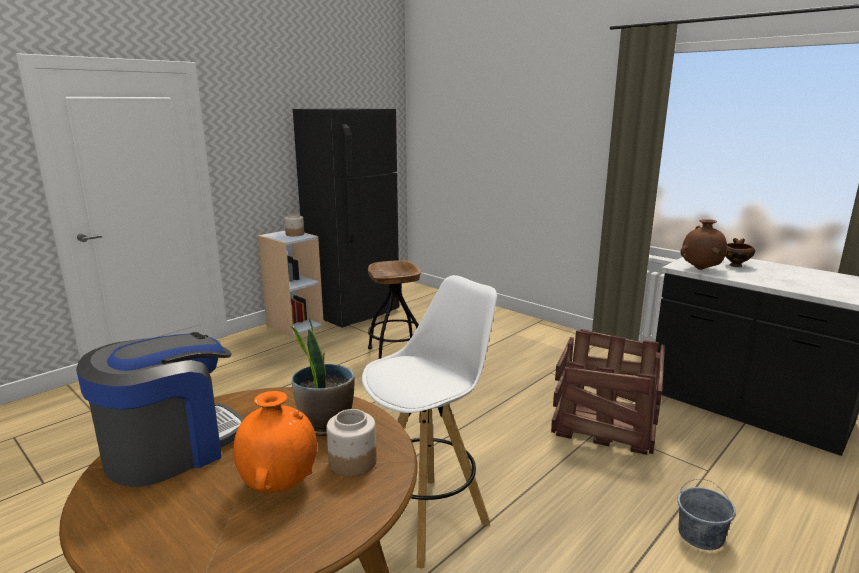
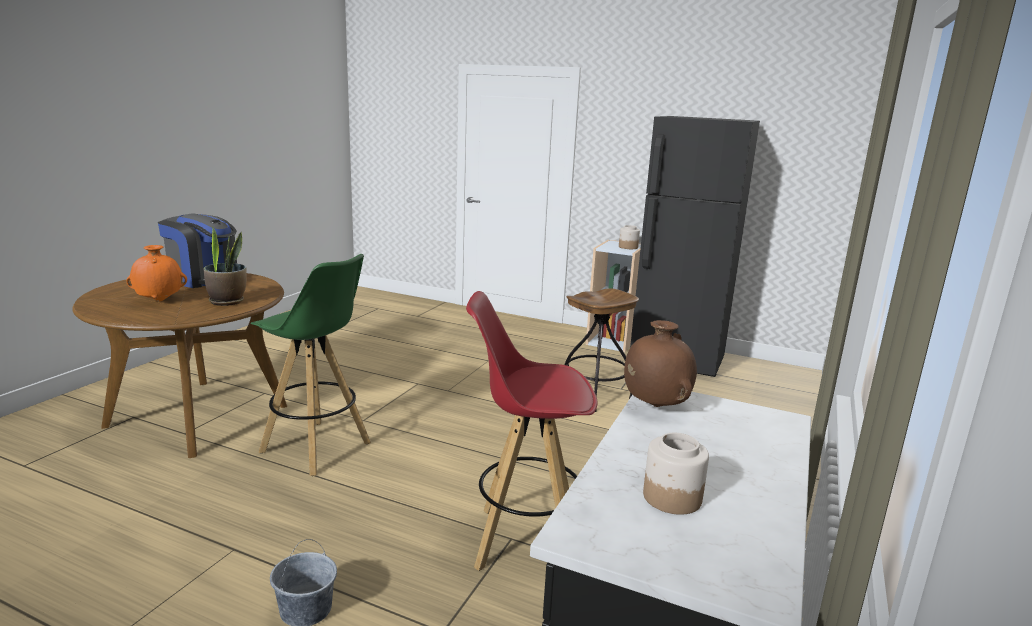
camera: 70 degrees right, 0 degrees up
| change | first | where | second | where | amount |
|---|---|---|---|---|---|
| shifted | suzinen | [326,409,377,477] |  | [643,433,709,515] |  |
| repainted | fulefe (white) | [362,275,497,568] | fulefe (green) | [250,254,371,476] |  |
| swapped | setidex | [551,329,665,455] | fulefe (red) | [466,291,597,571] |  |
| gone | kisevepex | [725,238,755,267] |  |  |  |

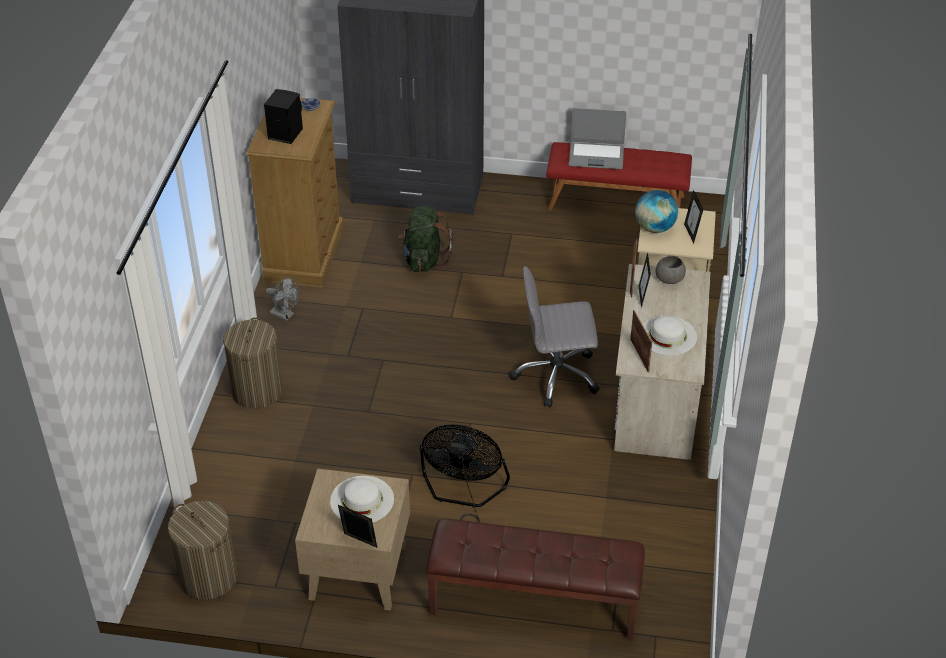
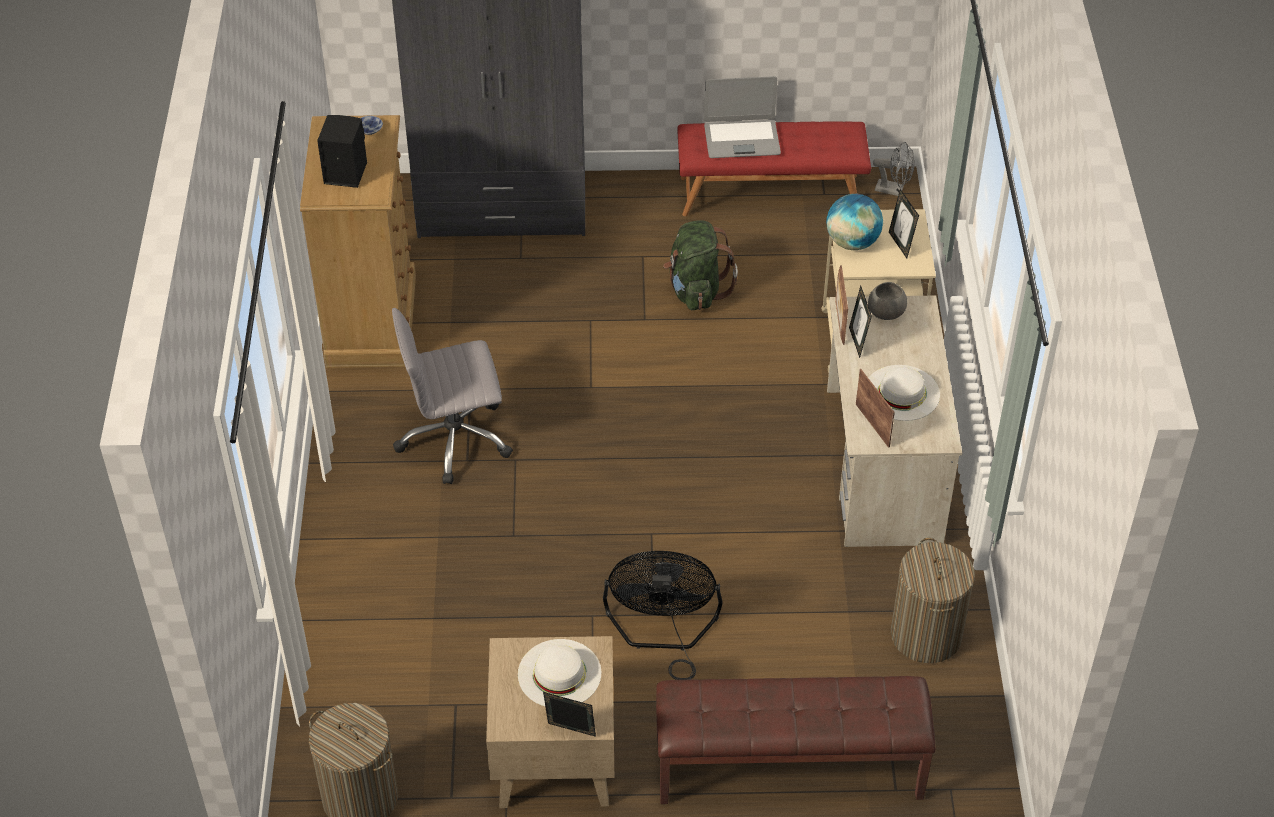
camera: 10 degrees left, 5 degrees up
| change | first | where | second | where | amount |
|---|---|---|---|---|---|
| shifted | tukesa | [223,317,283,409] |  | [891,538,975,663] |  |
| shifted | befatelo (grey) | [266,277,299,321] |  | [873,142,915,196] |  |
| shifted | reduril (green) | [398,206,453,272] |  | [663,220,738,310] |  |
| shifted | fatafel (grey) | [509,266,600,407] |  | [392,308,513,484] |  |

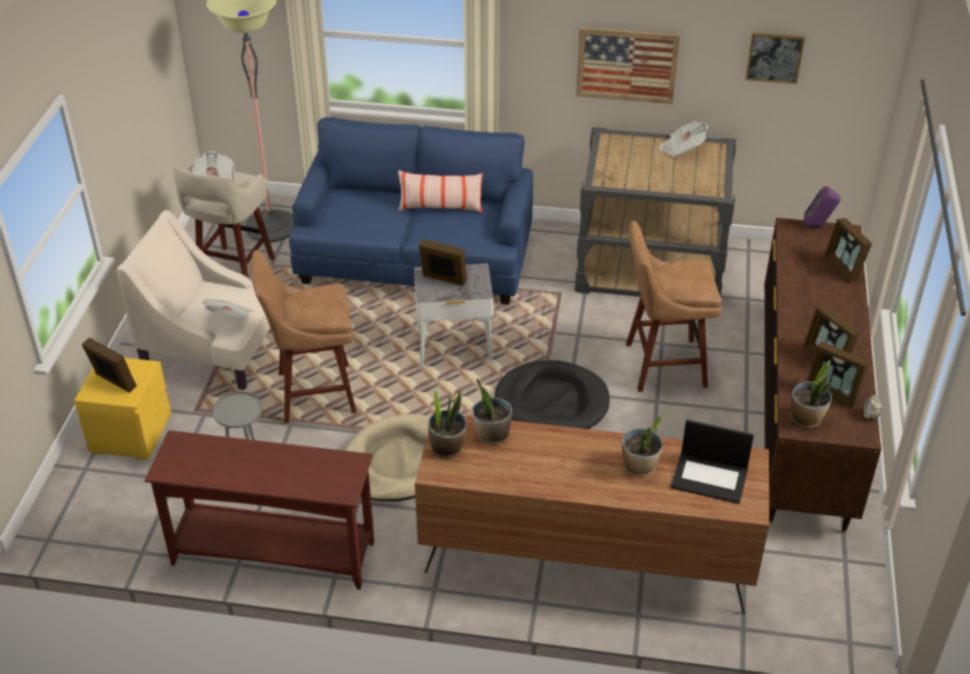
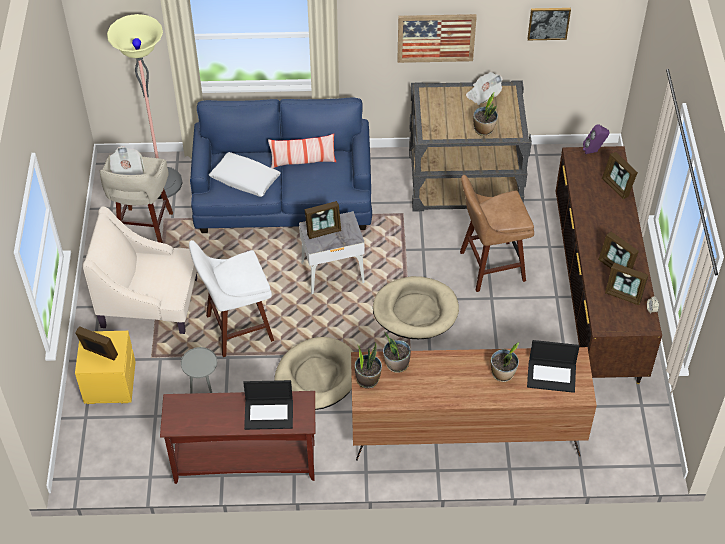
camera: 10 degrees left, 10 degrees up
| change | first | where | second | where | amount |
|---|---|---|---|---|---|
| gone | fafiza | [202,299,254,319] |  |  |  |
| repainted | fulefe (brown) | [251,250,357,423] | fulefe (white) | [189,240,274,357] |  |
| rotated | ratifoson | [419,239,467,286] |  | [305,201,341,239] | 150 degrees clockwise |
| repainted | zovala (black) | [494,360,610,429] | zovala (beige) | [373,276,459,339] |  |
| shifted | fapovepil | [790,360,833,428] |  | [473,93,498,136] |  |
| new |  |  | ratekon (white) | [209,152,281,197] |  |
| new |  |  | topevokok | [243,380,293,430] |  |

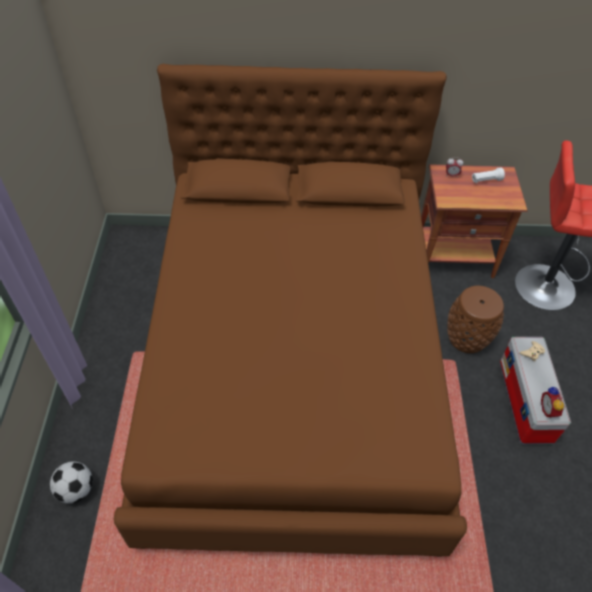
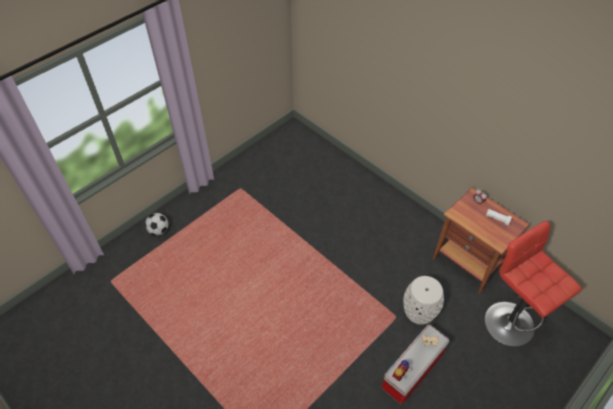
camera: 45 degrees right, 0 degrees up
| change | first | where | second | where | amount |
|---|---|---|---|---|---|
| gone | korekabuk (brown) | [114,64,467,556] |  |  |  |
| repainted | fulefe (brown) | [447,286,504,353] | fulefe (white) | [403,276,444,325] |  |

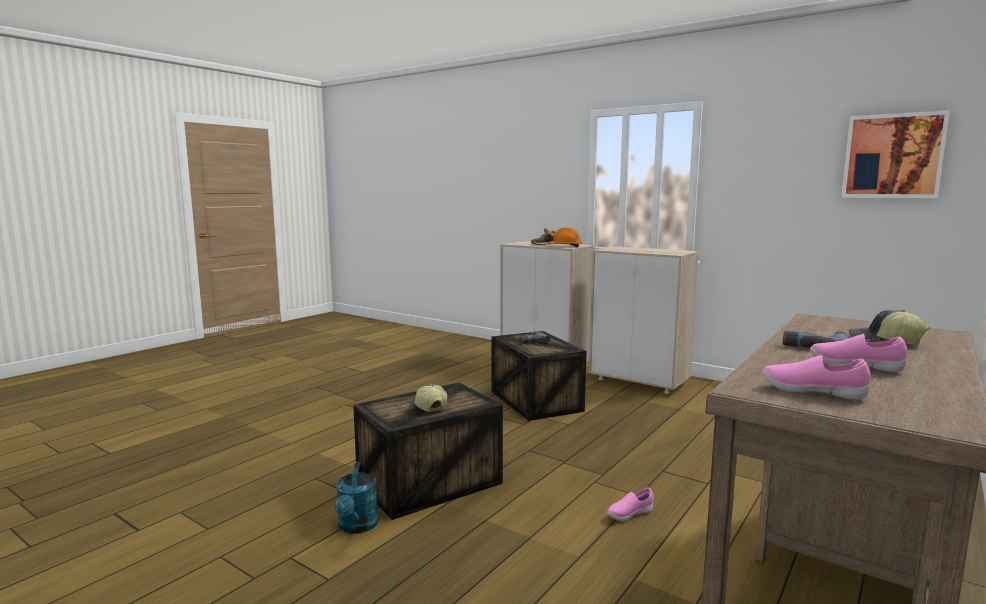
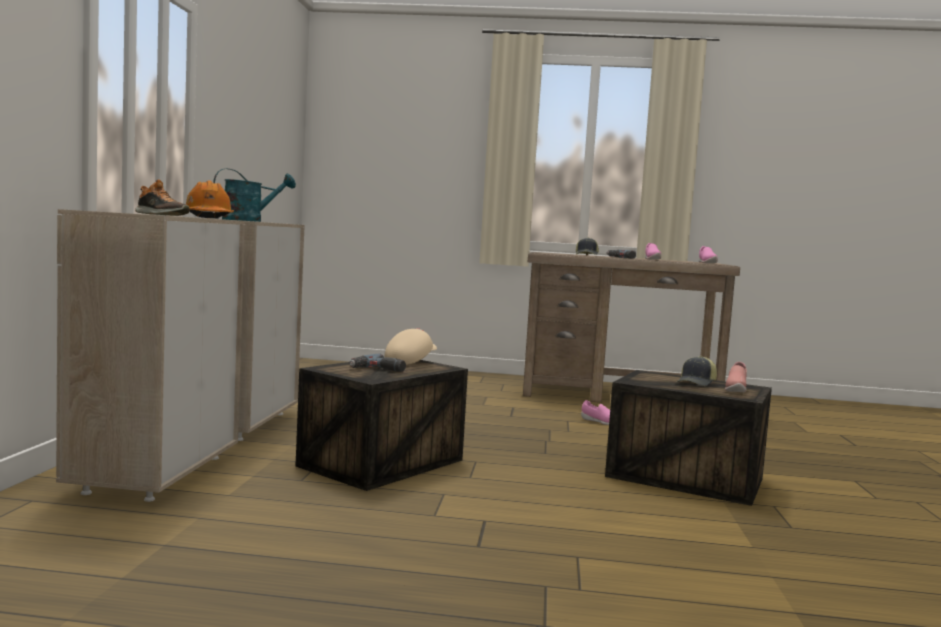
camera: 120 degrees left, 5 degrees down
| change | first | where | second | where | amount |
|---|---|---|---|---|---|
| shifted | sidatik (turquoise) | [335,461,379,534] |  | [213,169,296,222] |  |
| gone | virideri | [841,110,950,198] |  |  |  |
| new |  |  | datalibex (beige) | [385,328,437,365] |  |
| new |  |  | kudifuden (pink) | [725,362,747,392] |  |

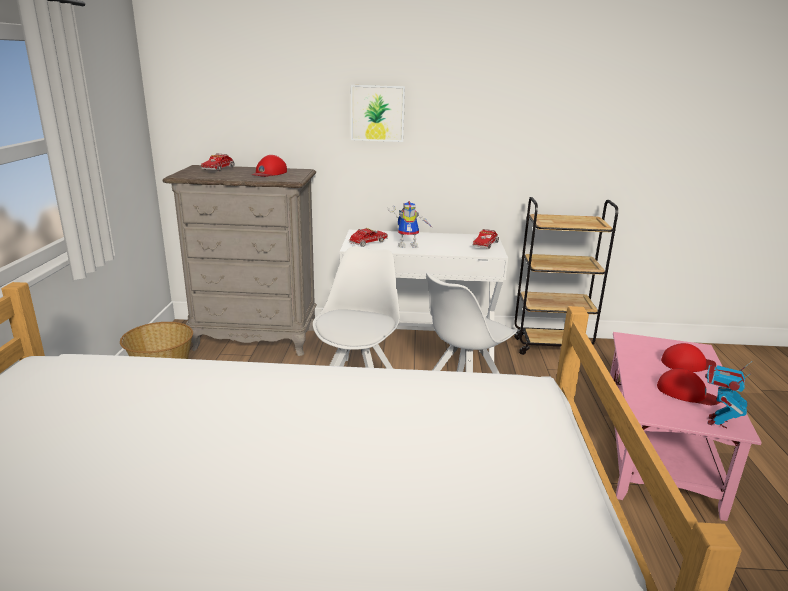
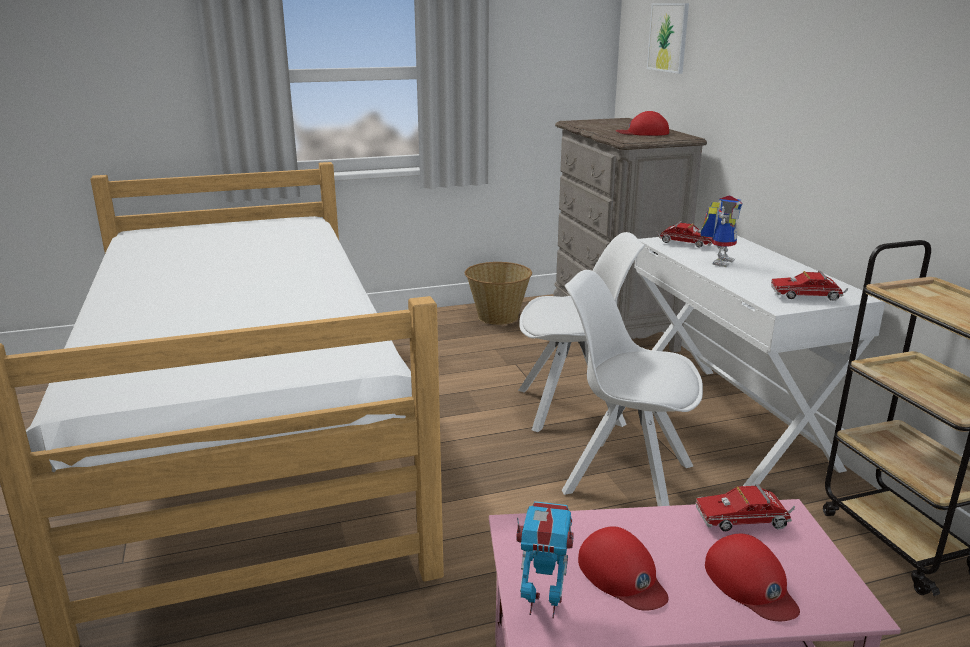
camera: 70 degrees right, 0 degrees up
| change | first | where | second | where | amount |
|---|---|---|---|---|---|
| shifted | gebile | [201,153,235,171] |  | [695,484,795,531] |  |
| shifted | virideri | [351,85,405,142] |  | [647,3,689,74] |  |
| rotated | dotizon | [388,201,434,248] |  | [700,196,743,267] | 120 degrees counterclockwise |
| rotated | datalibex (red) | [657,368,720,405] |  | [578,526,669,611] | 45 degrees counterclockwise |

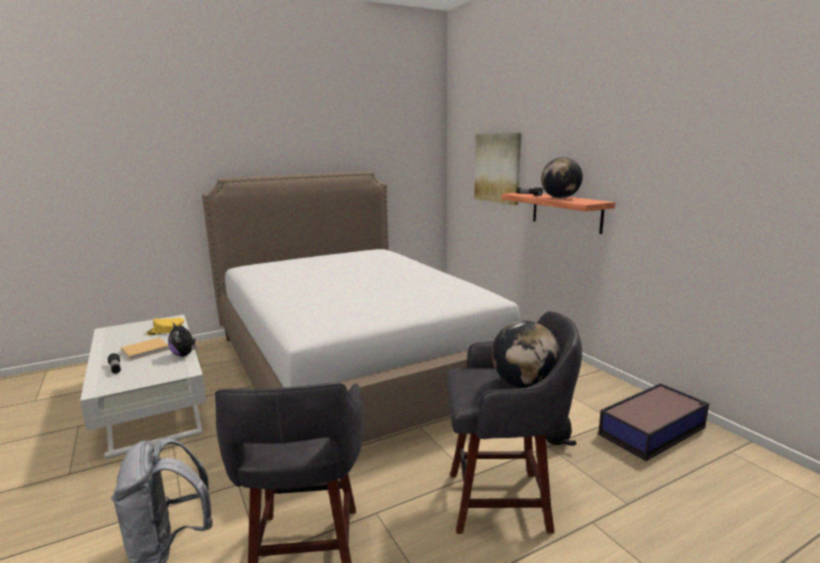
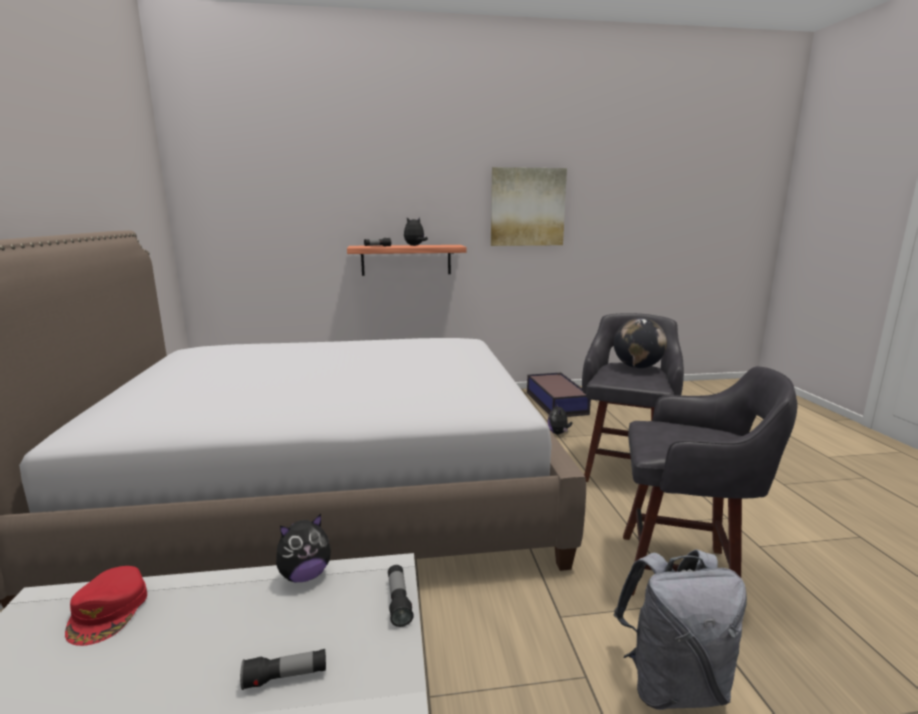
camera: 70 degrees left, 0 degrees up
| change | first | where | second | where | amount |
|---|---|---|---|---|---|
| gone | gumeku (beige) | [121,338,170,360] |  |  |  |
| repainted | datalibex (yellow) | [146,318,184,335] | datalibex (red) | [65,566,147,646] |  |
| shifted | virideri | [474,133,521,205] |  | [491,167,567,246] |  |
| swapped | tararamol | [541,157,583,198] | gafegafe | [404,217,428,246] |  |
| new |  |  | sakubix | [388,565,414,627] |  |

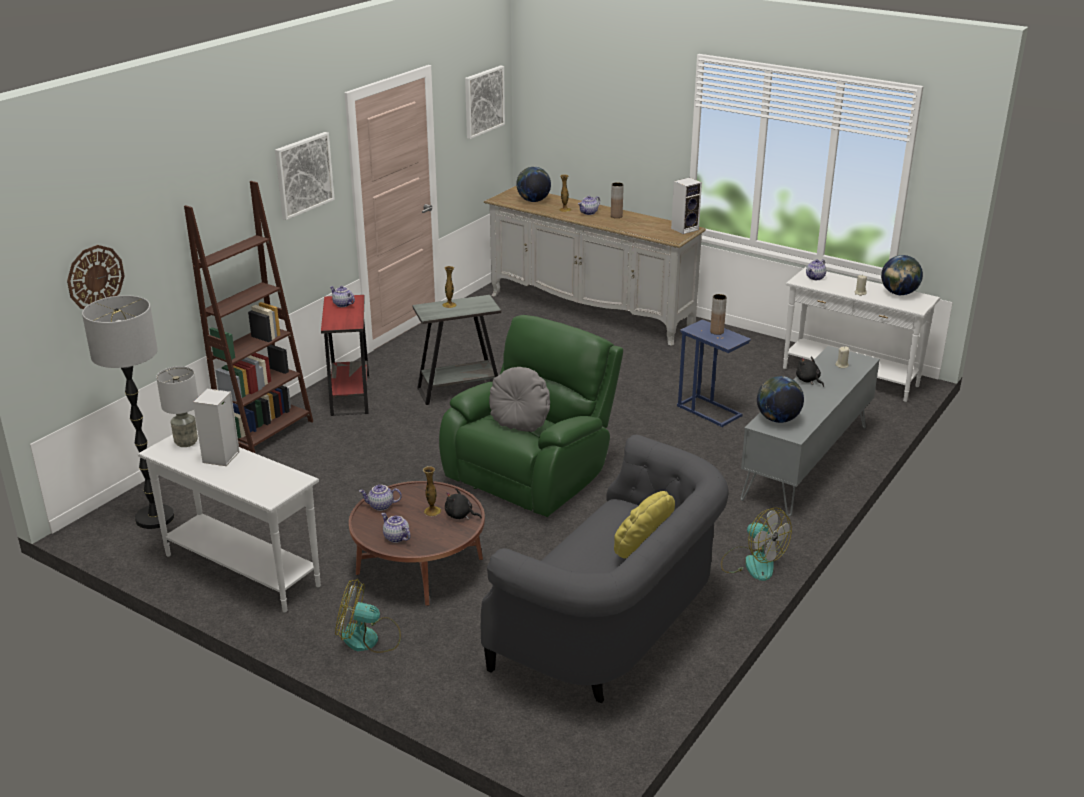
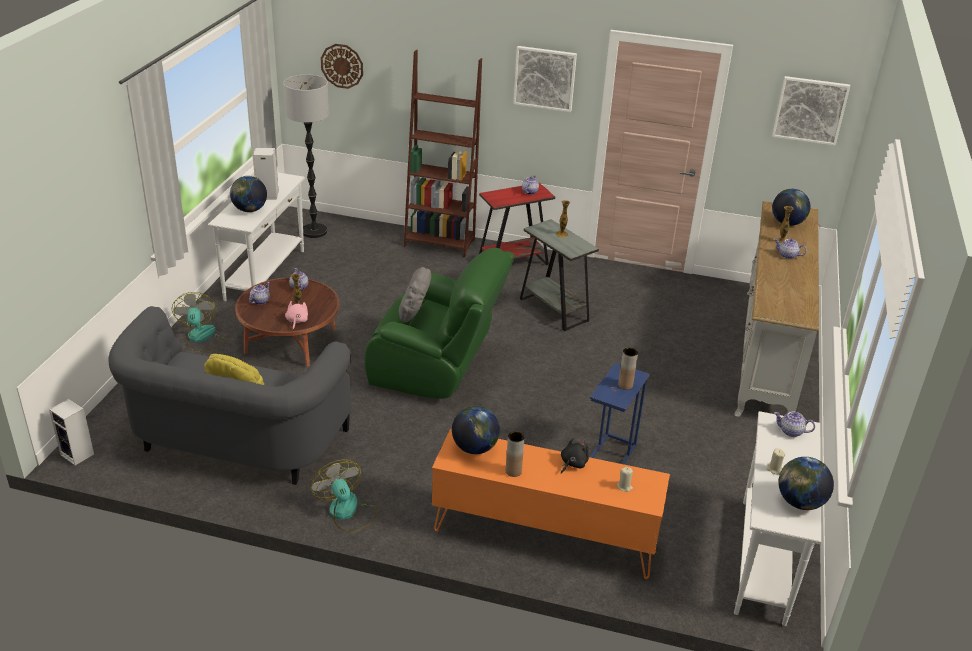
camera: 70 degrees right, 5 degrees up
| change | first | where | second | where | amount |
|---|---|---|---|---|---|
| gone | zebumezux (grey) | [156,366,198,447] |  |  |  |
| repainted | gafegafe (black) | [445,488,482,520] | gafegafe (pink) | [285,300,308,330] |  |
| shifted | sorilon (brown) | [611,182,624,218] |  | [506,431,525,477] |  |
| shifted | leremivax | [671,177,702,234] |  | [49,399,94,466] |  |
| rotated | befatelo | [721,508,792,581] |  | [311,460,380,532] | 120 degrees clockwise |
| repainted | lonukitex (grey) | [741,346,880,516] | lonukitex (orange) | [432,429,670,579] |  |
| new |  |  | tararamol | [230,176,267,212] |  |

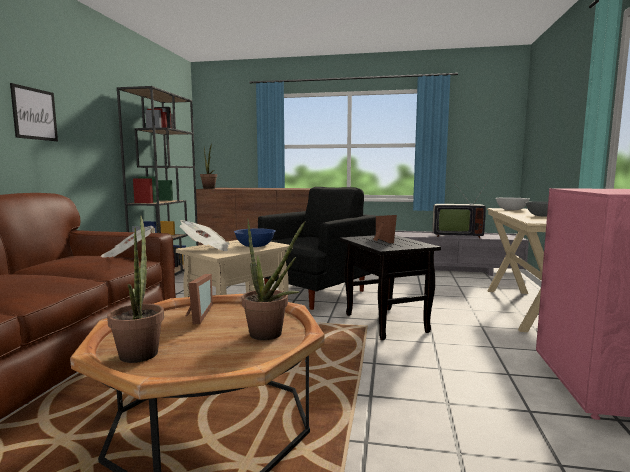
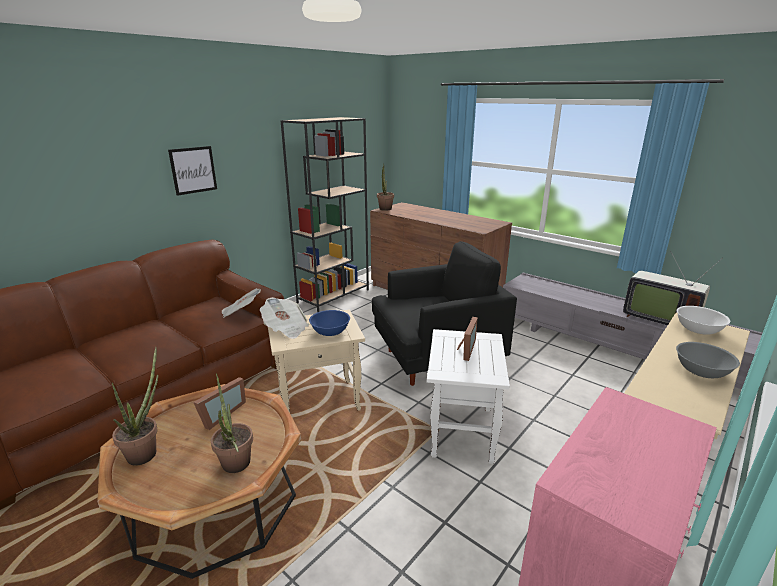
camera: 30 degrees right, 15 degrees up
| change | first | where | second | where | amount |
|---|---|---|---|---|---|
| repainted | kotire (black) | [340,235,441,340] | kotire (white) | [427,329,510,464] |  |

